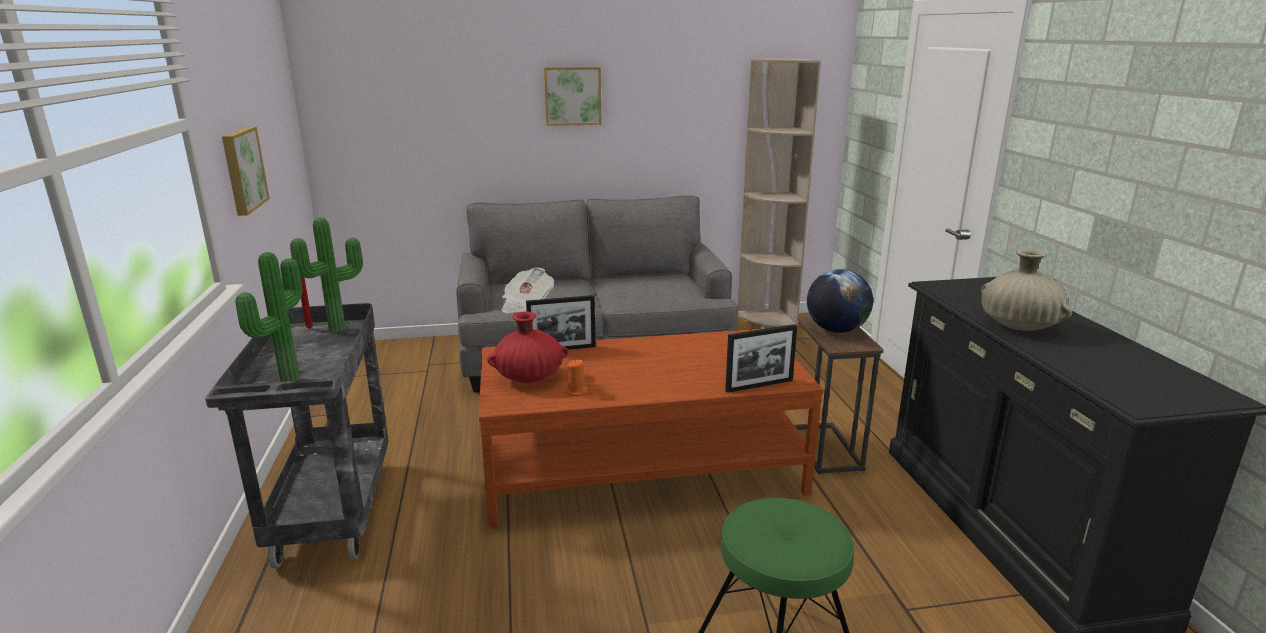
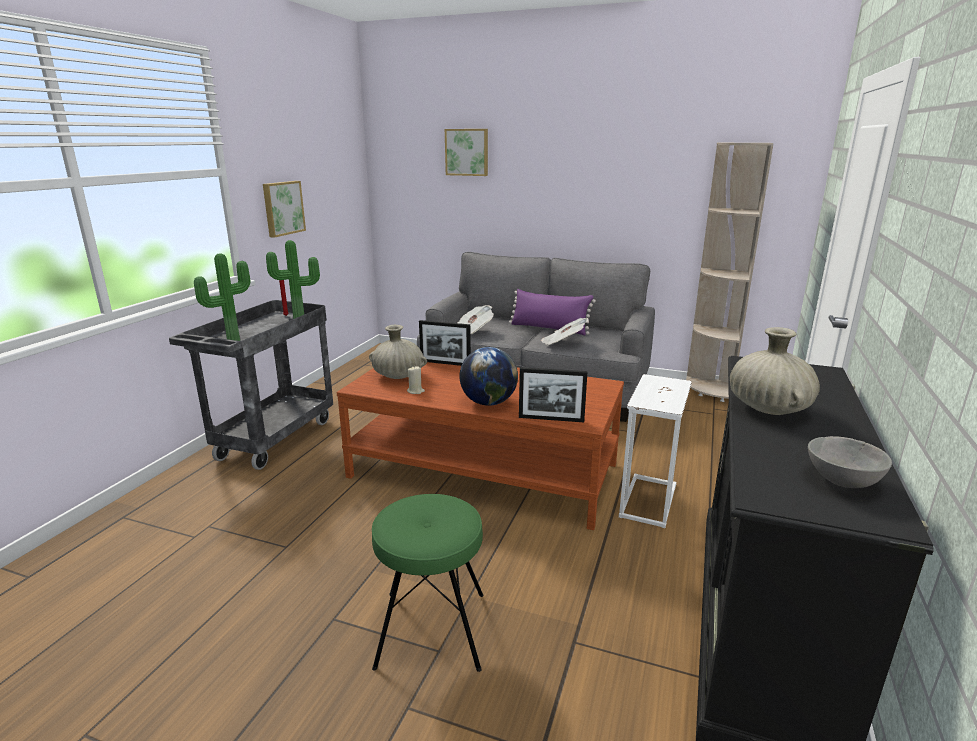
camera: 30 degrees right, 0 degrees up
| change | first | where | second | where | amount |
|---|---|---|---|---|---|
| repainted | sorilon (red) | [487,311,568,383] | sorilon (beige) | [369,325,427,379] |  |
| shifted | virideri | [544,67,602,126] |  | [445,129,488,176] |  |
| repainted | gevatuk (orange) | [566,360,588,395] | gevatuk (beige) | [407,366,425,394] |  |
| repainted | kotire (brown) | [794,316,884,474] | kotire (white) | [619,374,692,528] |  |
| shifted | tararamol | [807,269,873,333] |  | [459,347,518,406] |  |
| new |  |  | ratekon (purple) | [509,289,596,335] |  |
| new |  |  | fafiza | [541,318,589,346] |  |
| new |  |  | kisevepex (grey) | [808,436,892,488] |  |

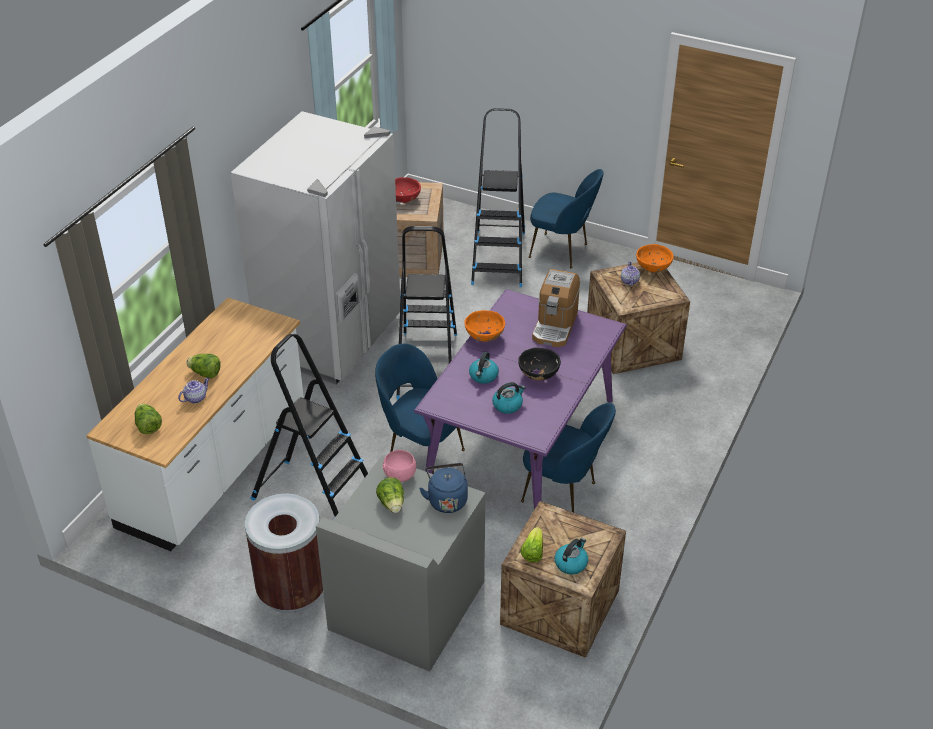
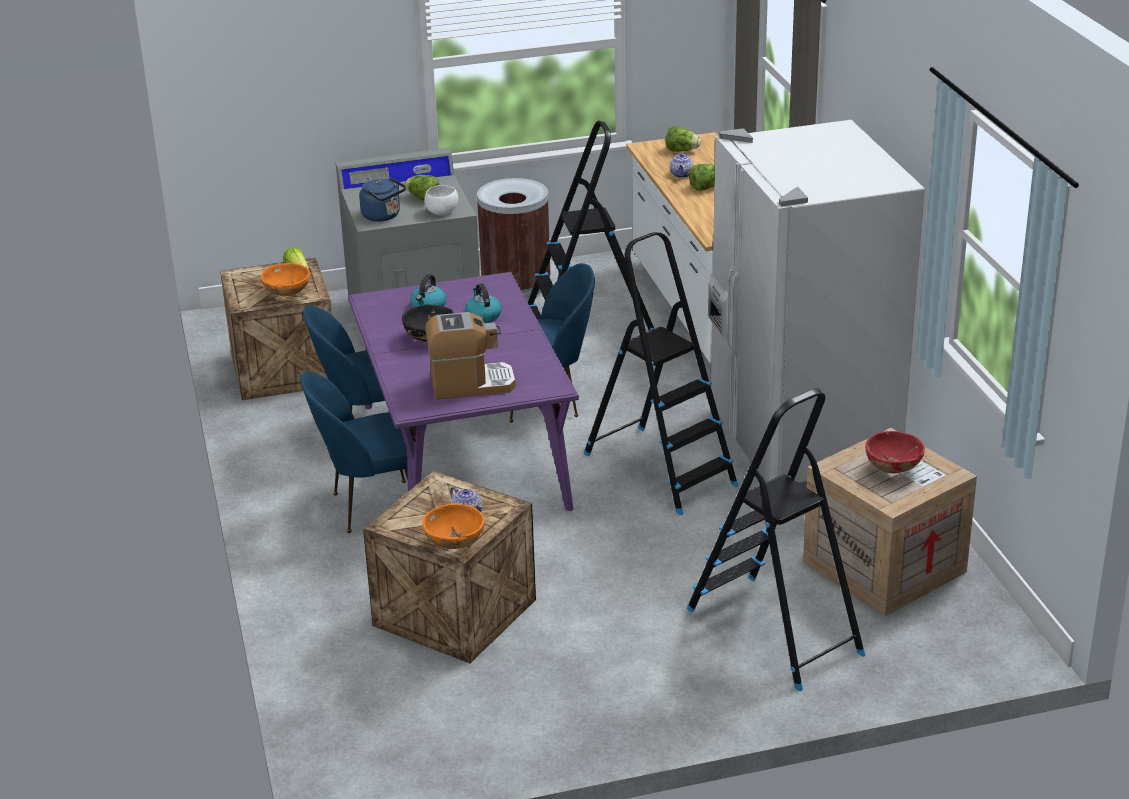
camera: 140 degrees right, 10 degrees down
| change | first | where | second | where | amount |
|---|---|---|---|---|---|
| repainted | kisevepex (pink) | [382,450,416,482] | kisevepex (white) | [424,185,458,215] |  |
| shifted | kisevepex (orange) | [464,310,505,342] |  | [261,263,310,297] |  |
| shifted | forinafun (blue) | [529,169,604,268] |  | [300,371,408,533] |  |
| rotated | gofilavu | [532,269,580,347] |  | [425,312,516,400] | 105 degrees clockwise |
| gone | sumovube | [555,538,588,574] |  |  |  |

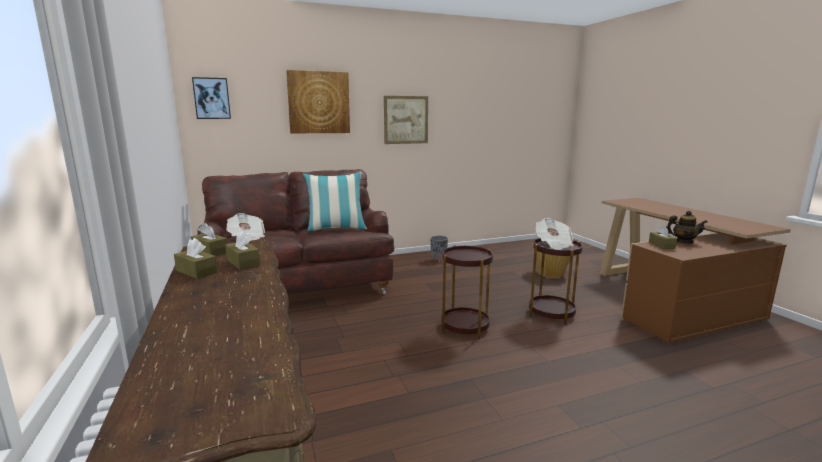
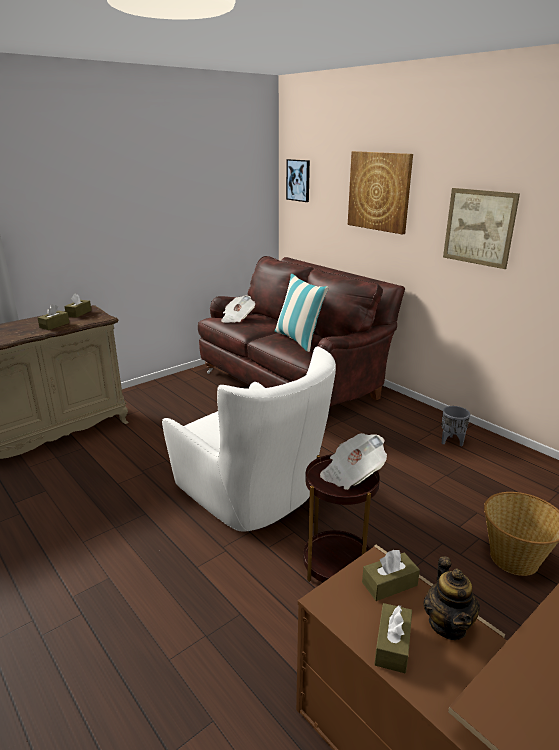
camera: 70 degrees right, 10 degrees up
| change | first | where | second | where | amount |
|---|---|---|---|---|---|
| shifted | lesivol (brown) | [174,238,218,279] |  | [374,603,412,673] |  |
| swapped | kotire (brown) | [441,245,493,339] | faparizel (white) | [162,346,336,531] |  |

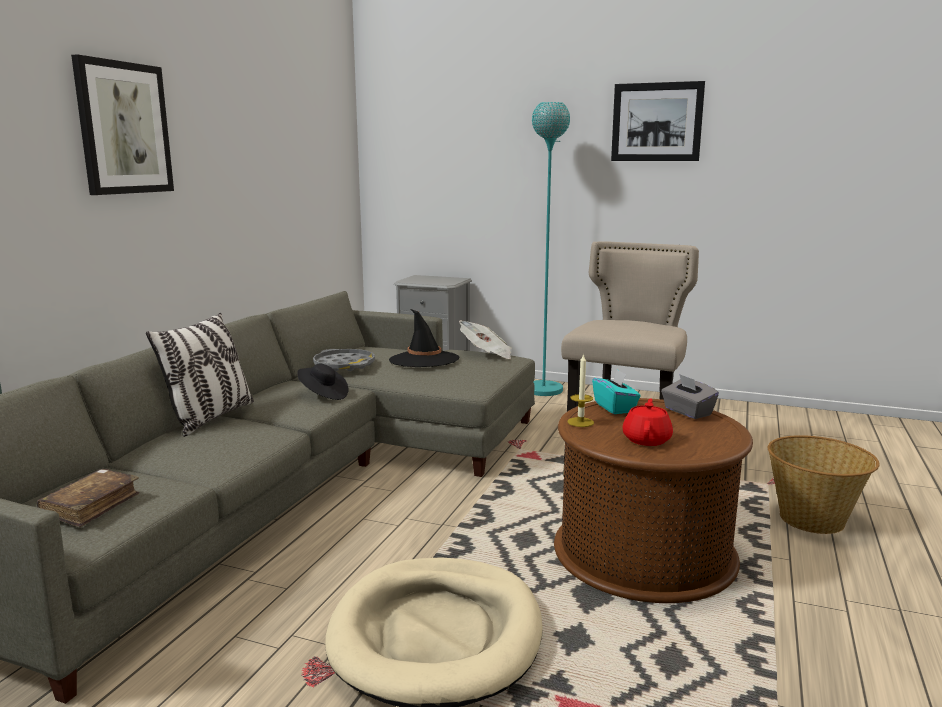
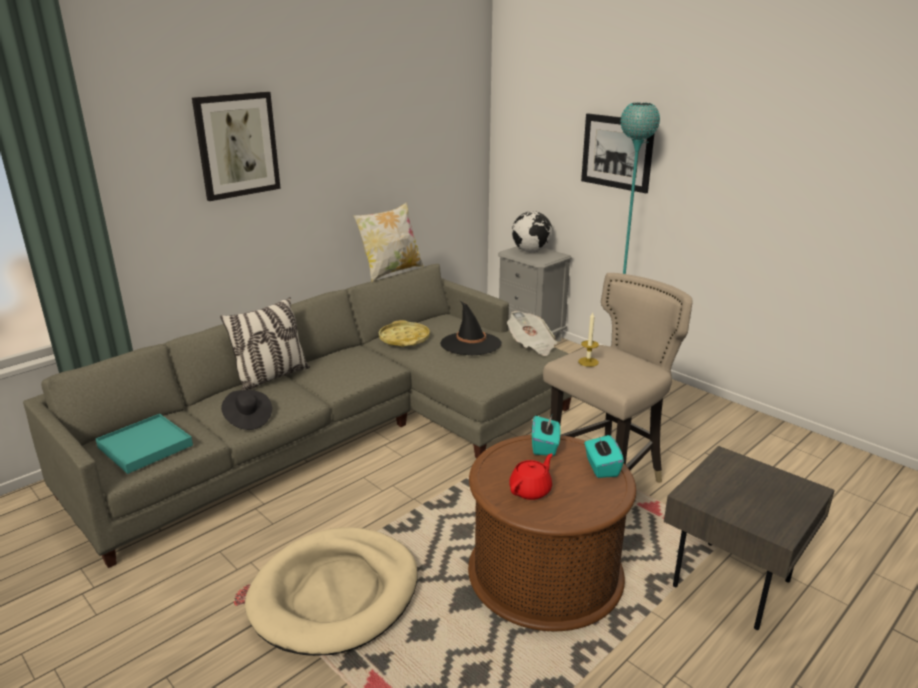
camera: 25 degrees right, 10 degrees up
| change | first | where | second | where | amount |
|---|---|---|---|---|---|
| swapped | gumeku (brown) | [37,469,139,527] | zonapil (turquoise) | [96,414,193,474] |  |
| shifted | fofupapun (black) | [297,363,348,400] |  | [221,390,272,430] |  |
| repainted | zonapil (grey) | [313,349,375,372] | zonapil (yellow) | [379,320,430,347] |  |
| shifted | gevatuk | [568,353,594,427] |  | [578,313,599,367] |  |
| shifted | virideri | [611,81,705,161] |  | [581,113,655,193] |  |
| repainted | lesivol (grey) | [661,374,719,419] | lesivol (turquoise) | [584,434,624,478] |  |
| swapped | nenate | [768,435,880,534] | kotire (grey) | [664,446,835,630] |  |
| new |  |  | ratekon | [353,202,424,282] |  |
| new |  |  | tararamol | [512,211,553,253] |  |

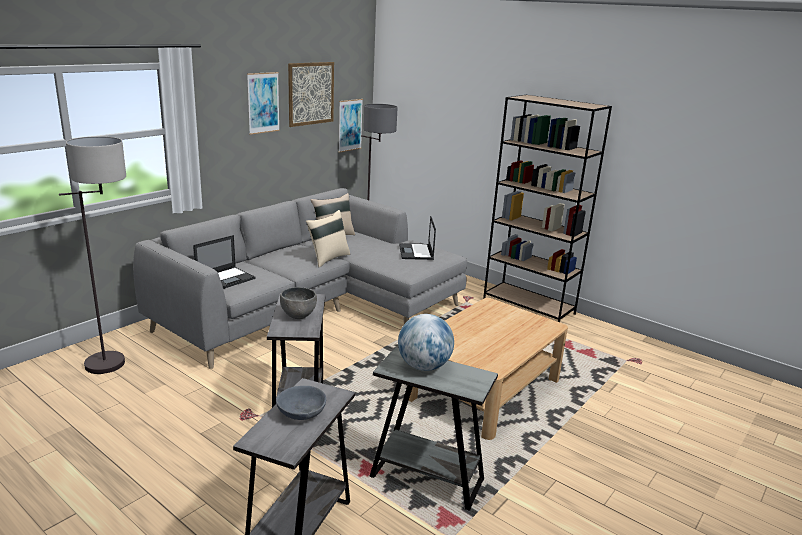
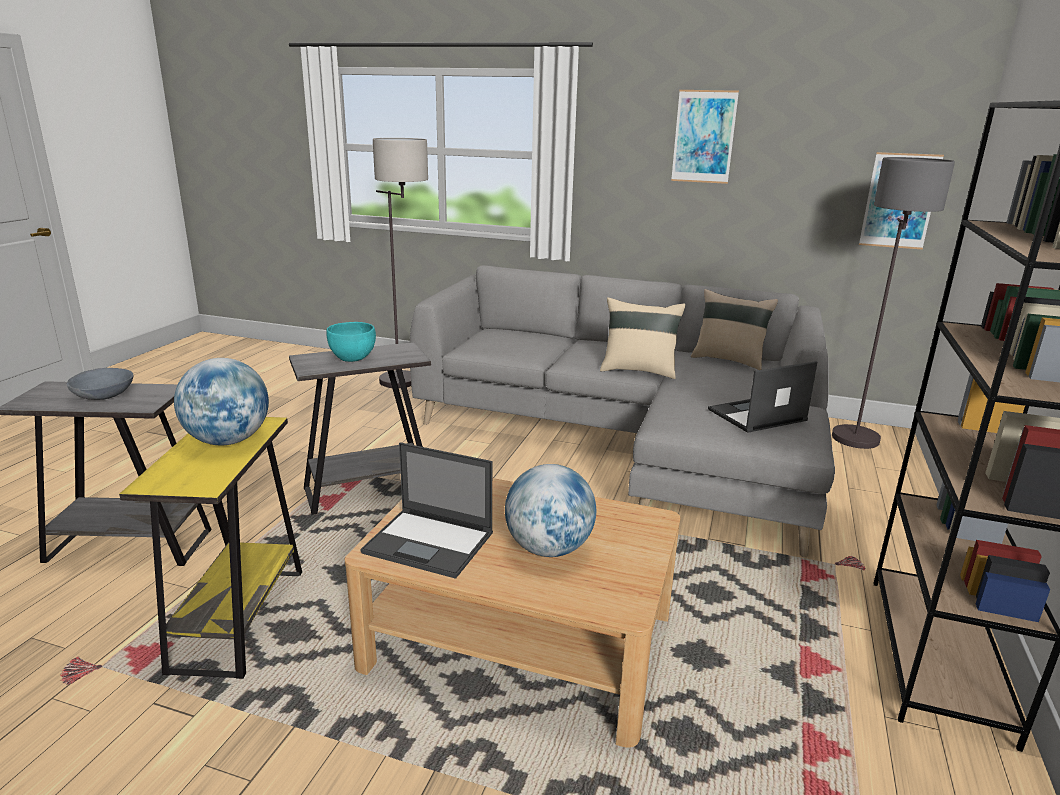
camera: 70 degrees right, 0 degrees up
| change | first | where | second | where | amount |
|---|---|---|---|---|---|
| shifted | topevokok | [193,235,256,289] |  | [360,442,493,579] |  |
| repainted | kisevepex (grey) | [280,287,317,319] | kisevepex (turquoise) | [326,322,376,362] |  |
| gone | virideri | [288,62,334,127] |  |  |  |
| repainted | kotire (grey) | [370,347,498,511] | kotire (yellow) | [119,417,302,679] |  |
| new |  |  | tararamol | [505,464,596,557] |  |

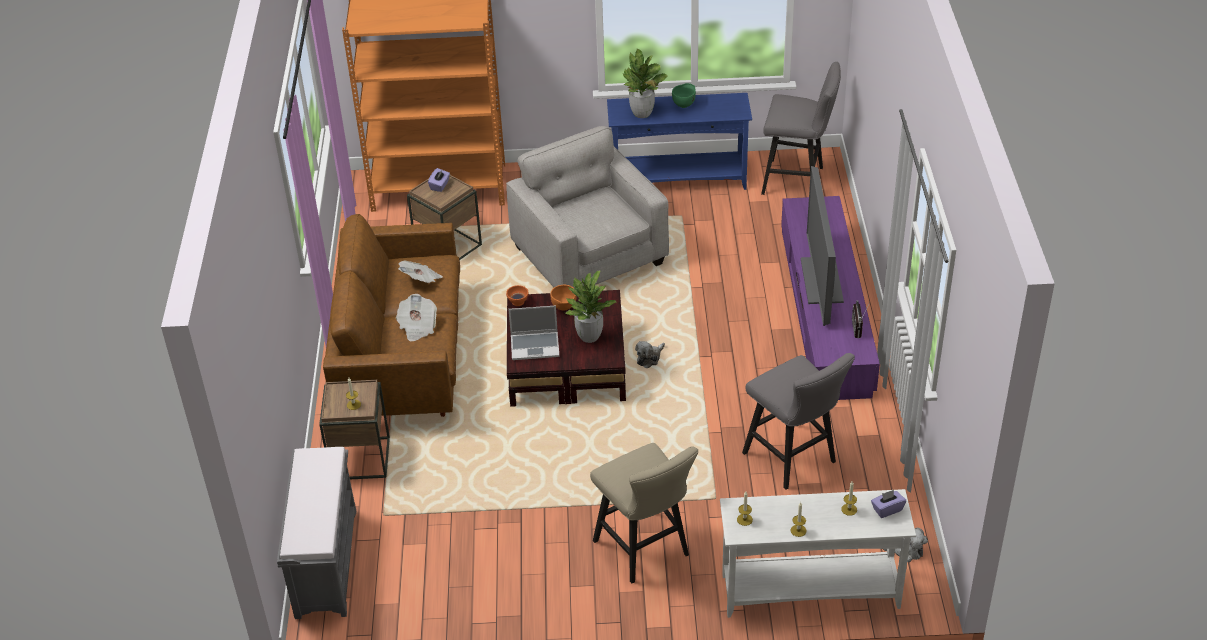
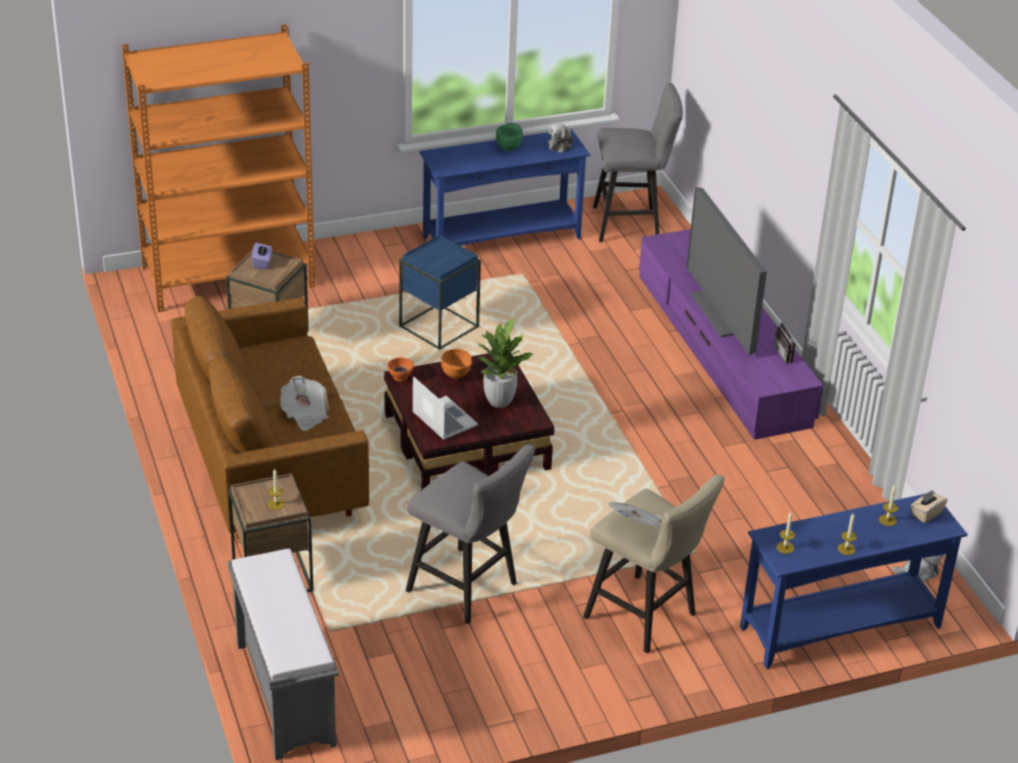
camera: 20 degrees left, 5 degrees down
| change | first | where | second | where | amount |
|---|---|---|---|---|---|
| shifted | fafiza | [398,260,443,283] |  | [609,502,662,527] |  |
| swapped | faparizel (grey) | [506,126,669,288] | kotire (blue) | [399,235,481,350] |  |
| rotated | topevokok | [508,305,559,360] |  | [412,376,478,440] | 105 degrees counterclockwise |
| gone | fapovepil | [623,49,668,118] |  |  |  |
| shifted | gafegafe | [635,341,665,368] |  | [548,123,573,153] |  |
| repainted | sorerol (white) | [720,489,916,618] | sorerol (blue) | [740,492,968,669] |  |
| shifted | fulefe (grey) | [742,353,855,490] |  | [406,444,535,624] |  |
| repainted | lesivol (purple) | [871,490,906,518] | lesivol (beige) | [911,490,947,523] |  |

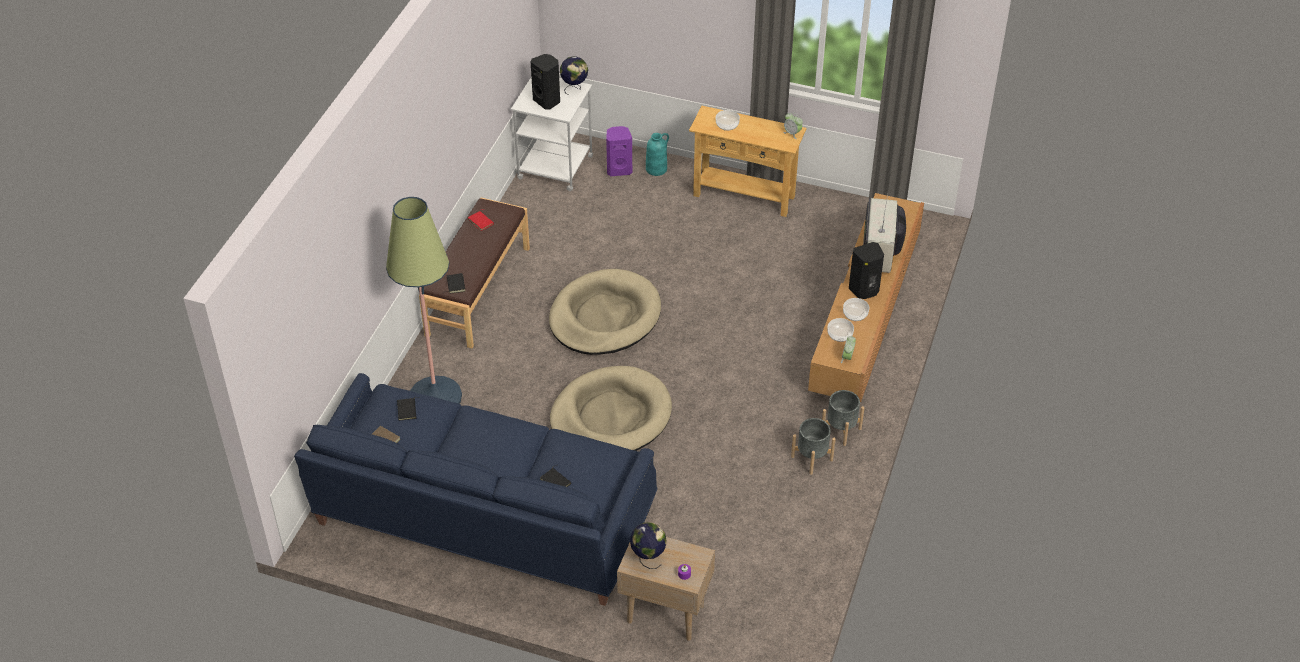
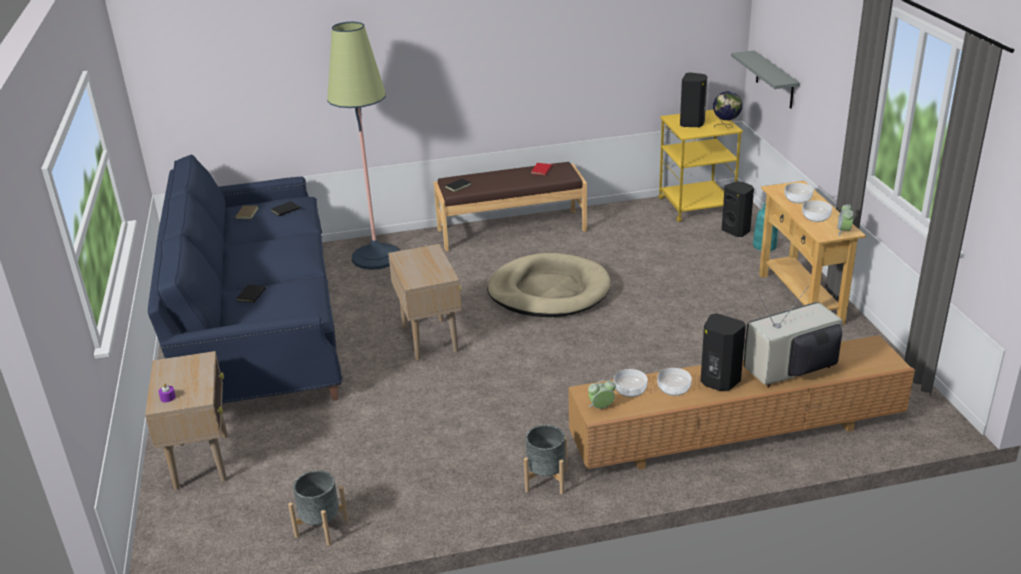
camera: 60 degrees right, 15 degrees down
| change | first | where | second | where | amount |
|---|---|---|---|---|---|
| repainted | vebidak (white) | [511,78,593,191] | vebidak (yellow) | [658,110,743,222] |  |
| swapped | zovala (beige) | [550,366,672,451] | kotire (beige) | [388,244,462,360] |  |
| repainted | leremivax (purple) | [606,126,632,176] | leremivax (black) | [722,181,754,237] |  |
| gone | tararamol | [630,522,667,569] |  |  |  |
| shifted | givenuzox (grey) | [791,418,836,475] |  | [288,470,348,546] |  |
| new |  |  | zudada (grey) | [731,50,800,109] |  |
| new |  |  | kisevepex | [802,200,832,222] |  |

